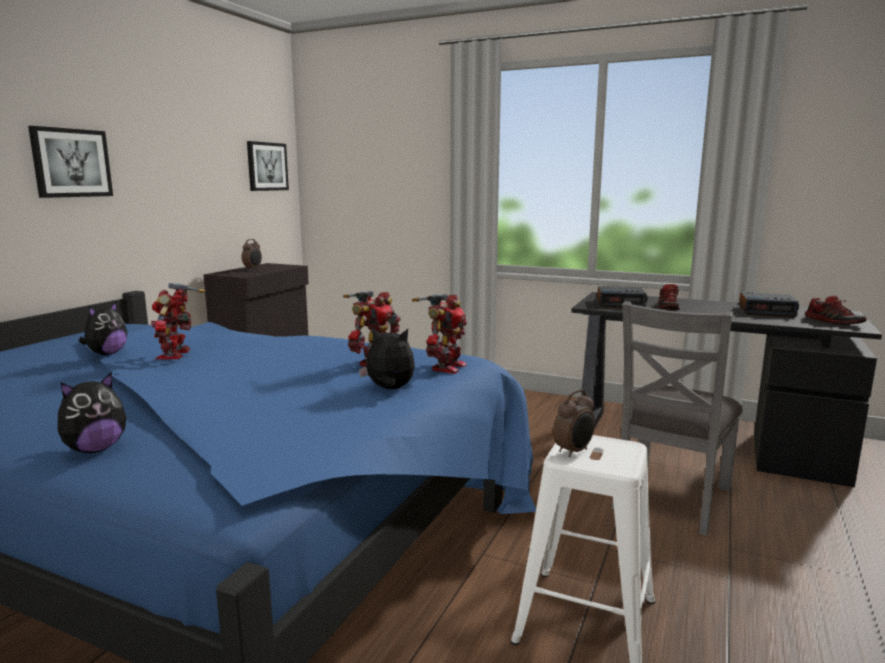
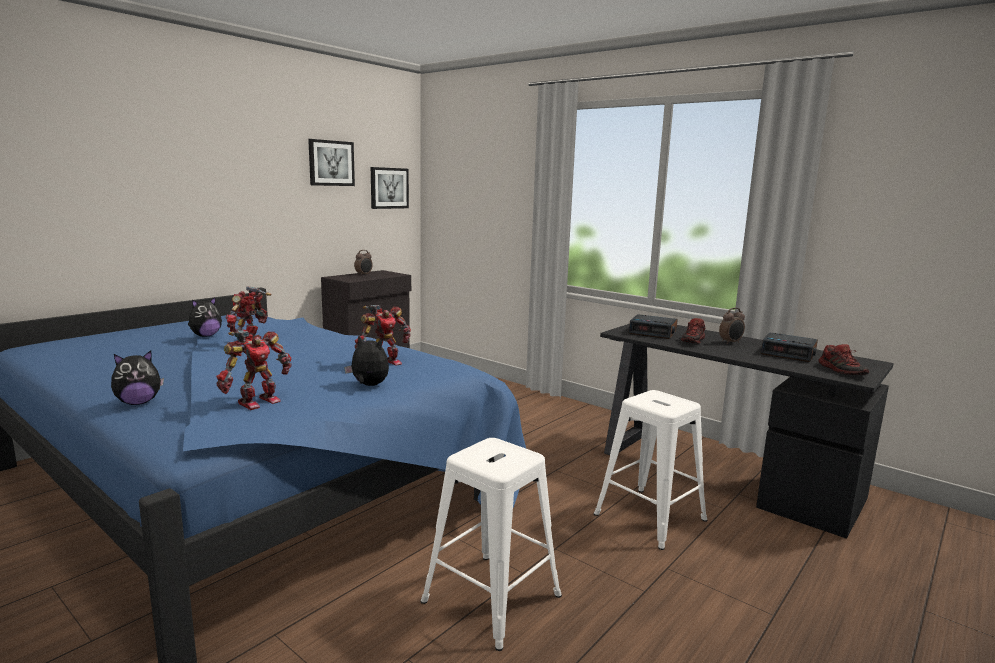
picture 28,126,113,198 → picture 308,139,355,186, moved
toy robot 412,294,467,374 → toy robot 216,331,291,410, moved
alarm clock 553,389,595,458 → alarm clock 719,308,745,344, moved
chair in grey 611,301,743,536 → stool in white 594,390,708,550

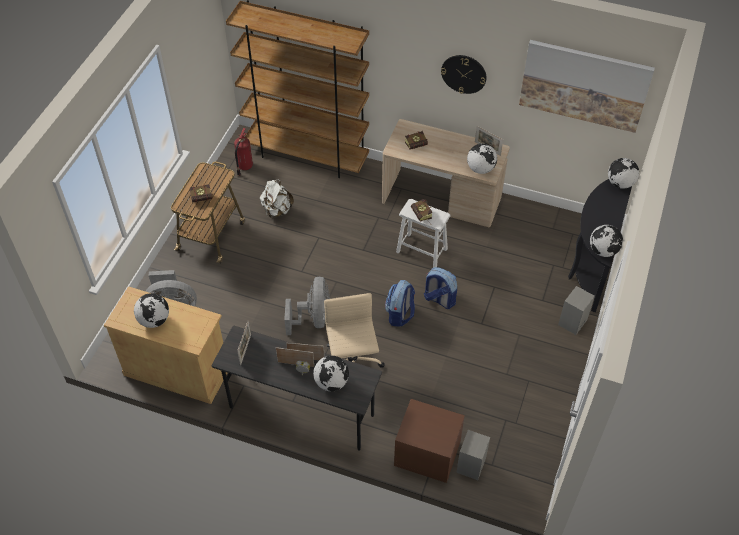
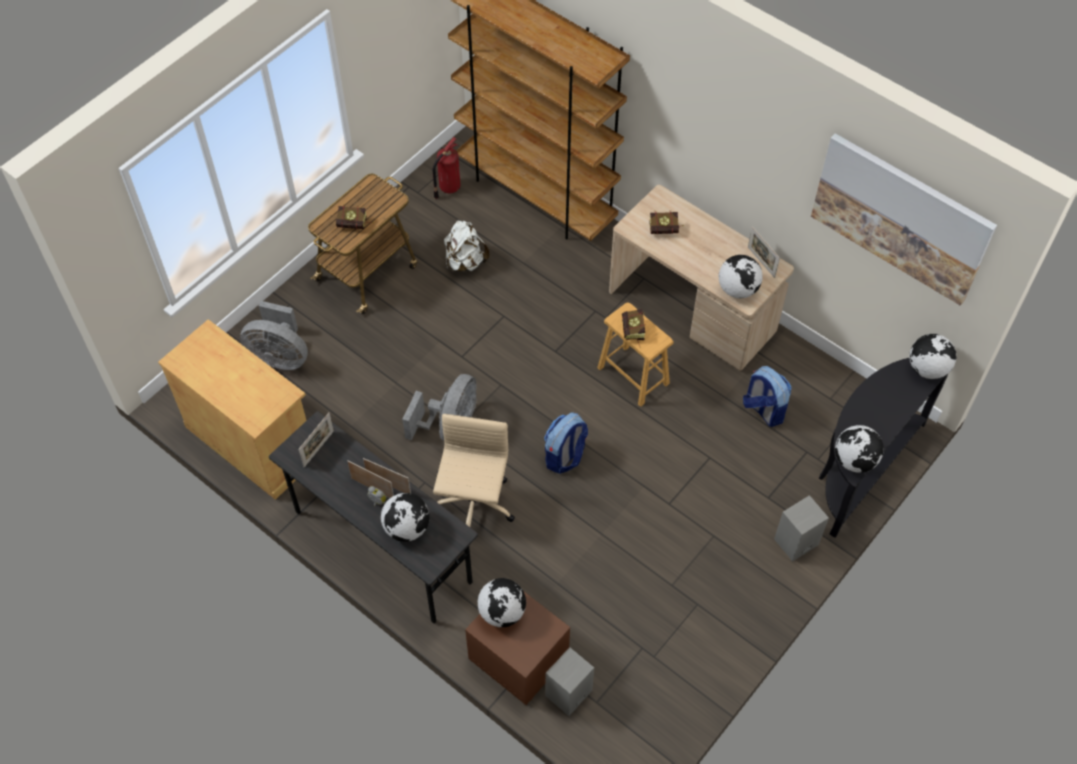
wall clock 441,55,487,94 → -
globe 134,293,169,328 → globe 478,578,526,627, moved
backpack 424,267,457,309 → backpack 743,366,792,427, moved
stool in white 396,199,451,268 → stool in brown 597,303,674,407

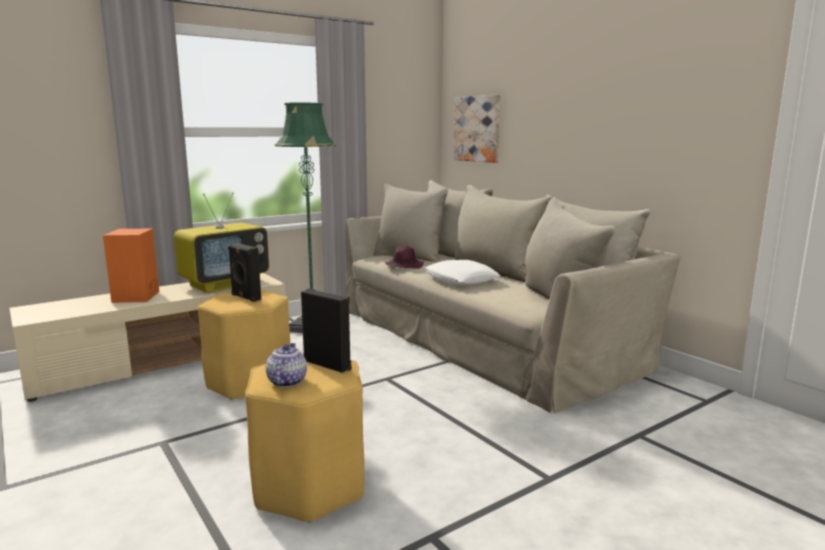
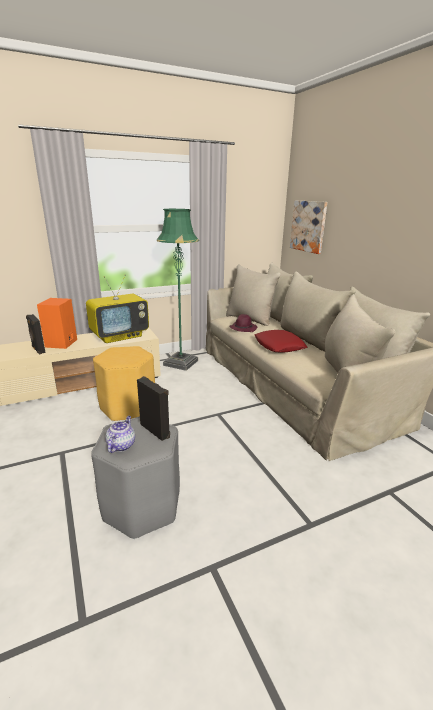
speaker in black 228,243,261,302 → speaker in black 26,314,46,354, moved
stool in yellow 245,354,365,523 → stool in grey 91,416,180,539
pillow in white 424,260,500,285 → pillow in red 254,330,308,353

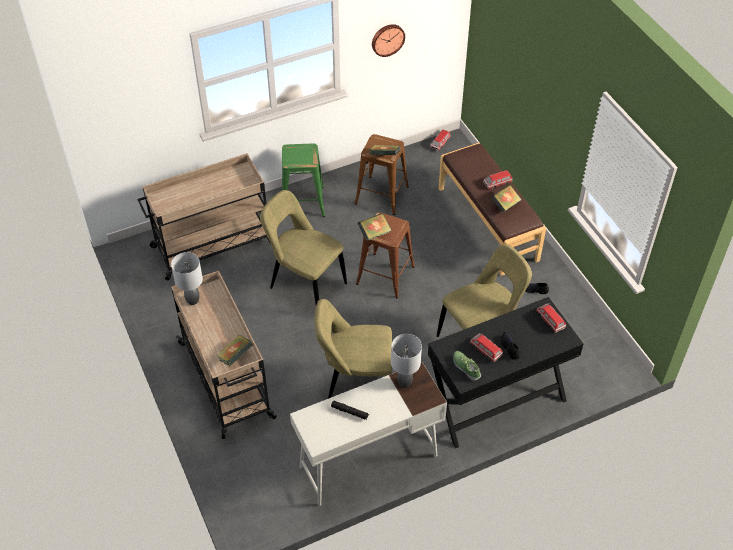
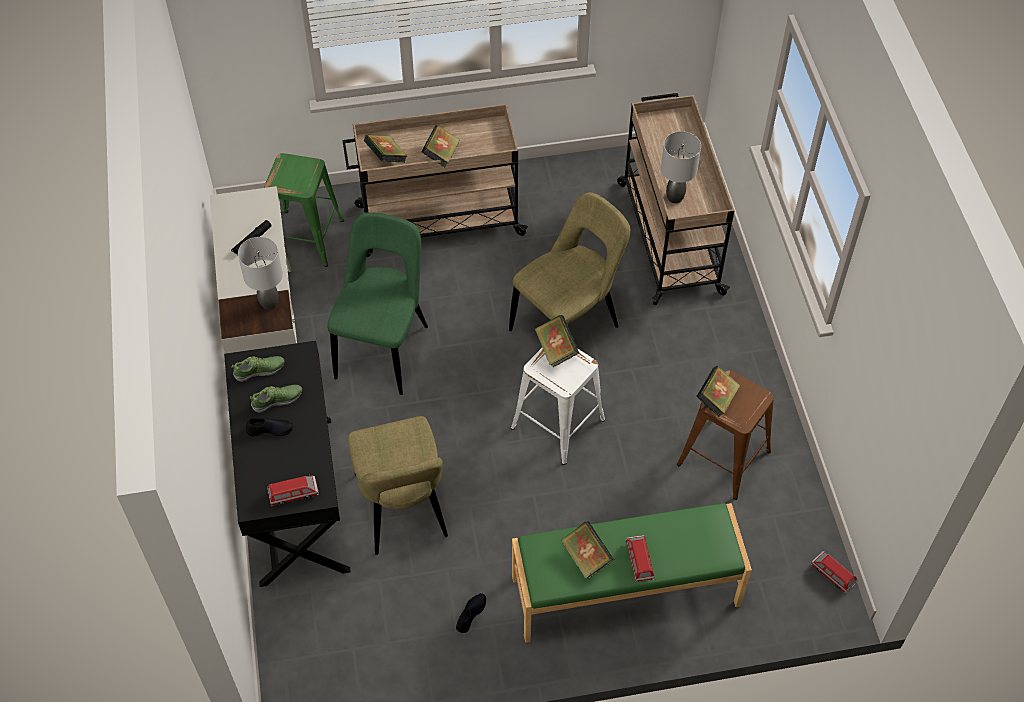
wall clock 372,24,405,57 → -
- → book 421,125,460,167
table lamp in grey 171,252,203,305 → table lamp in grey 661,131,701,203, moved
stool in green 282,143,325,217 → stool in green 264,153,344,267, moved
toy car 469,333,503,362 → shoe 250,385,302,413
chair in beige 315,299,392,399 → chair in green 327,212,428,395
stool in brown 356,212,415,298 → stool in white 511,348,605,465
bench in brown 438,143,546,276 → bench in green 512,503,752,643

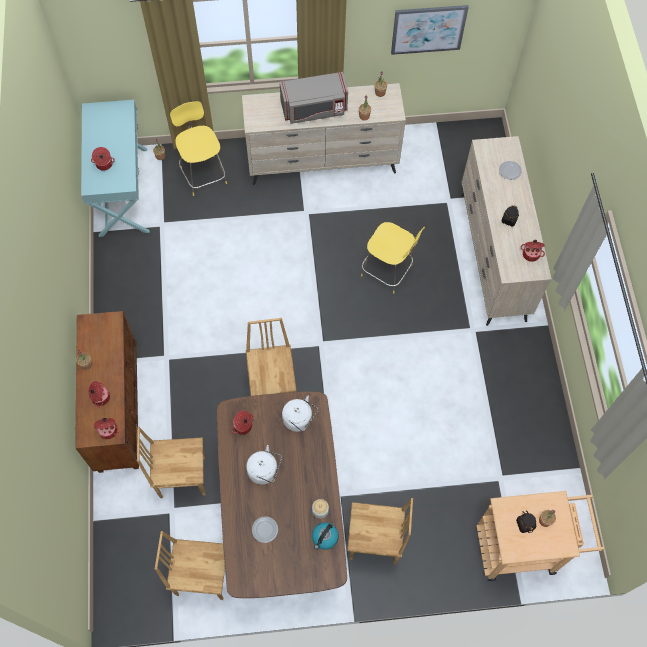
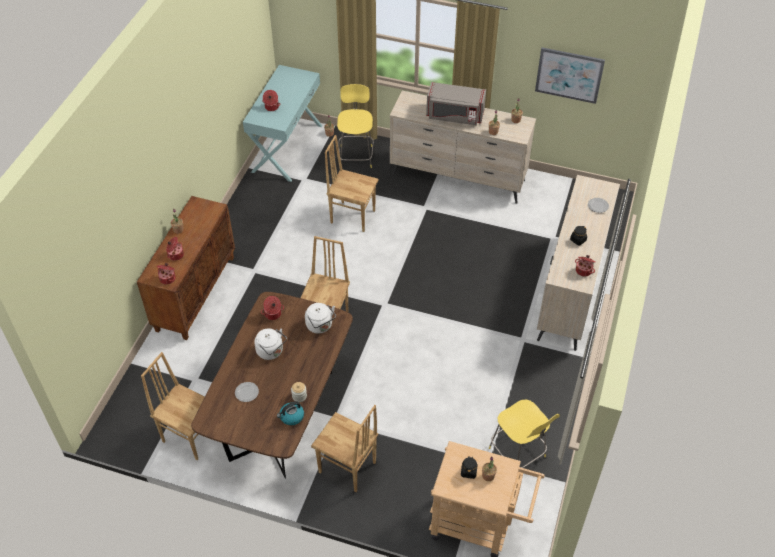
chair in brown 137,427,205,498 → chair in brown 325,135,378,232, moved
stool in yellow 361,222,425,294 → stool in yellow 489,399,560,468, moved

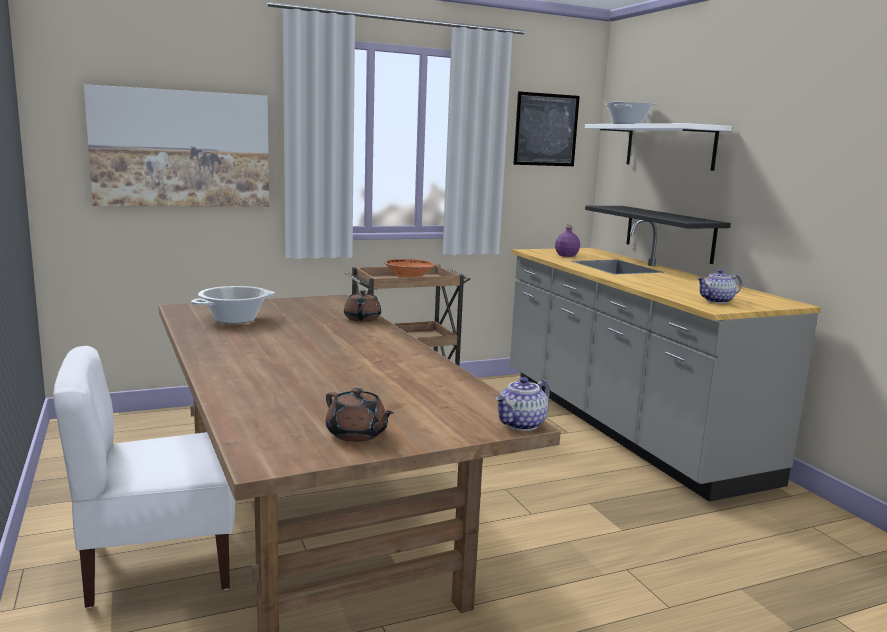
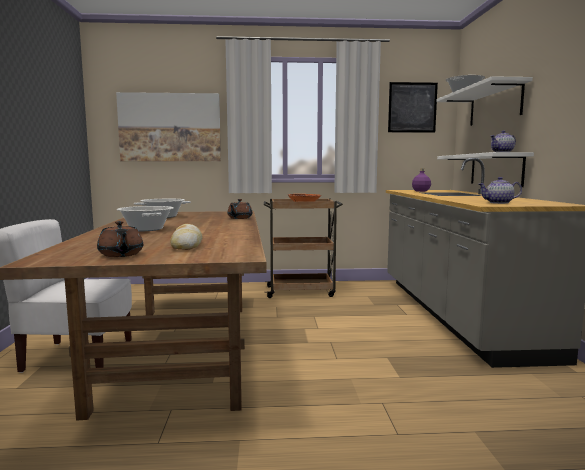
- → cooking pot 116,206,174,231
- → bread 170,224,203,250
teapot 495,377,550,431 → teapot 491,131,516,152, moved
shelf in black 585,206,731,264 → shelf in white 437,152,534,187

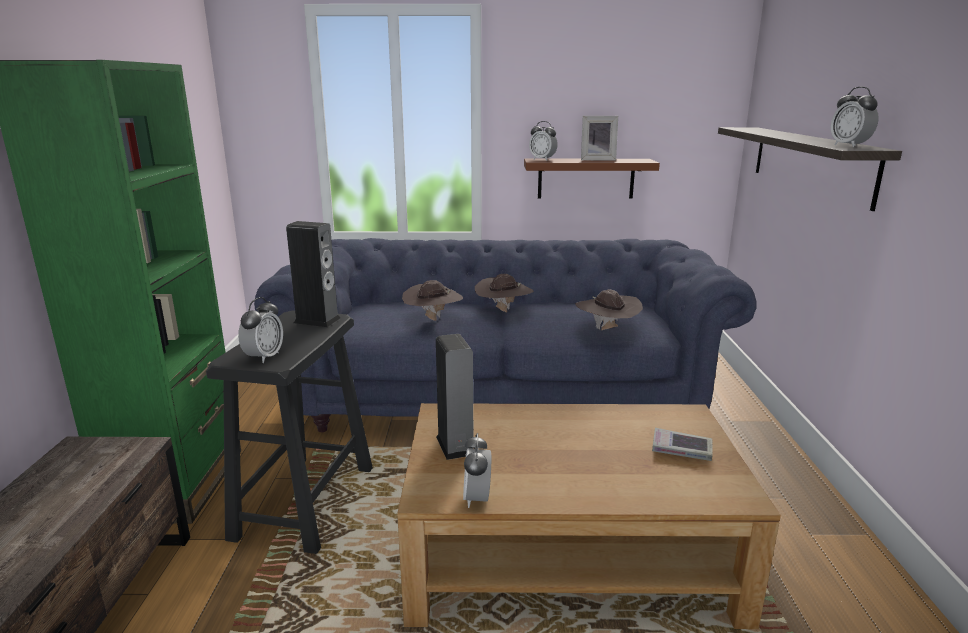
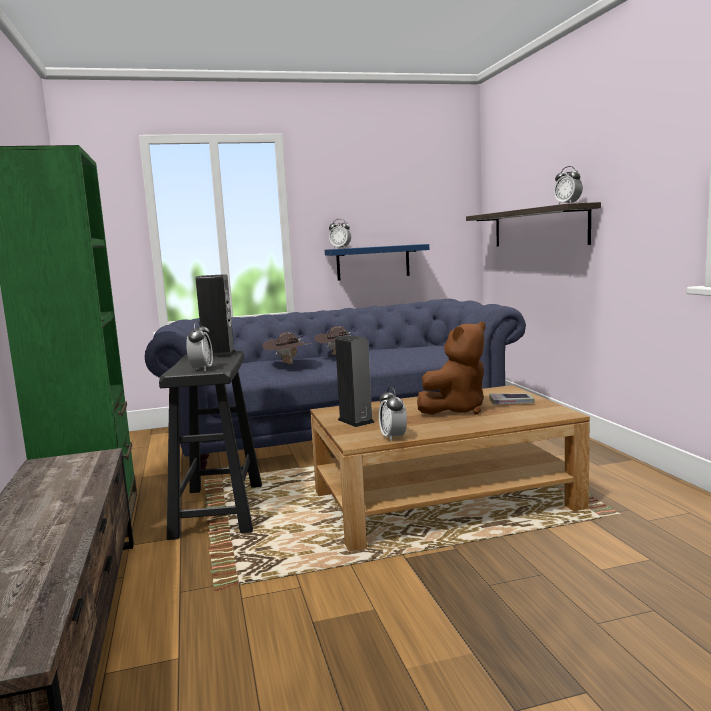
hat in brown 575,289,643,330 → -
picture frame 581,116,618,161 → -
- → plush toy in brown 417,322,486,415
shelf in brown 524,159,660,199 → shelf in blue 325,244,429,281

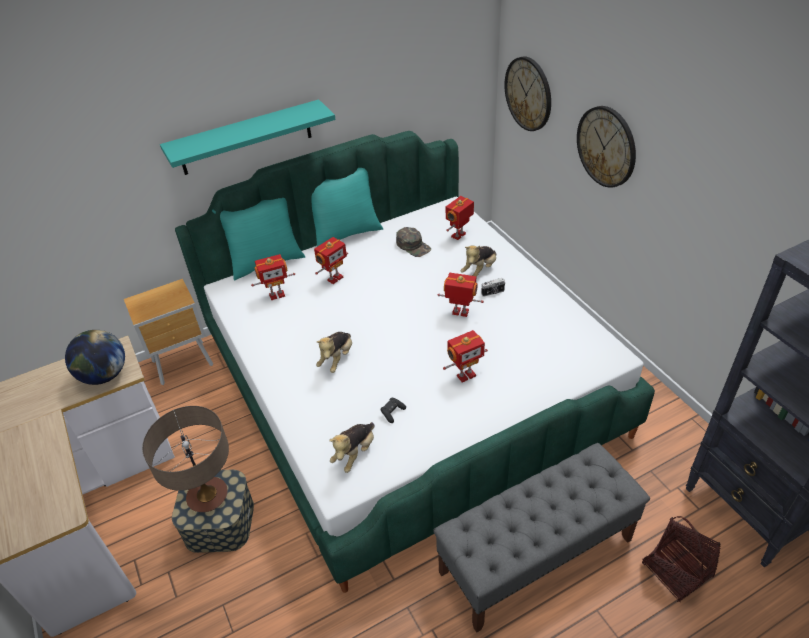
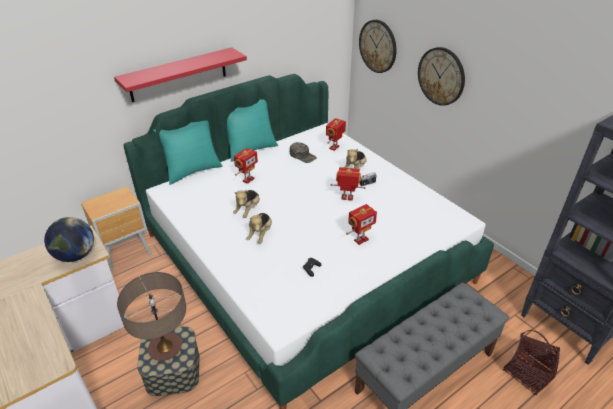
toy robot 251,254,295,300 → -
plush toy 330,422,374,473 → plush toy 233,190,260,218, moved
shelf in turquoise 160,99,336,175 → shelf in red 114,47,247,102

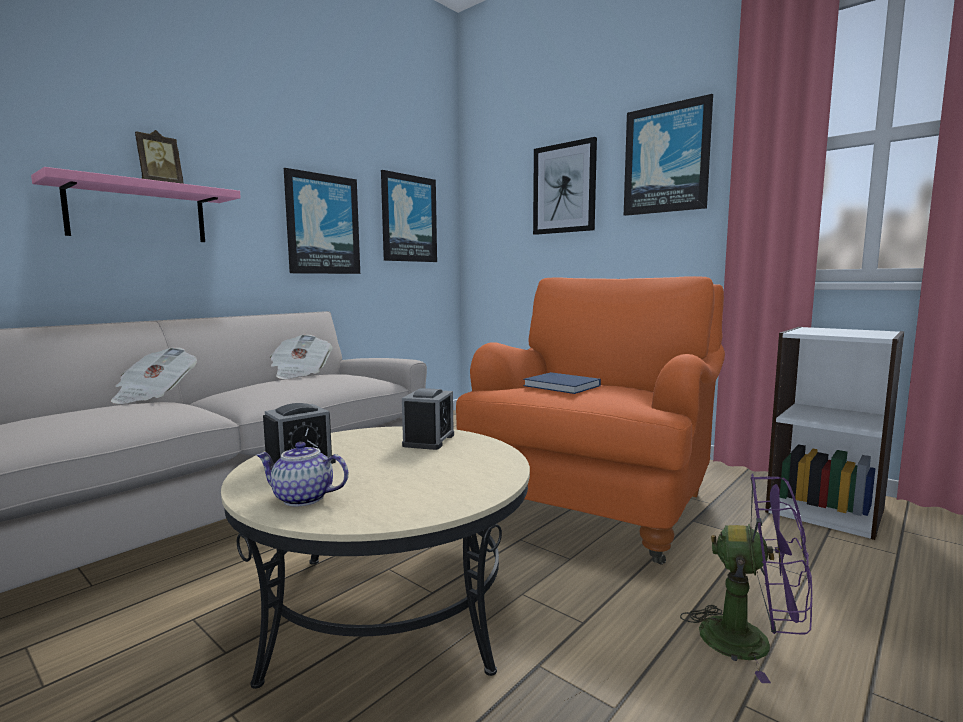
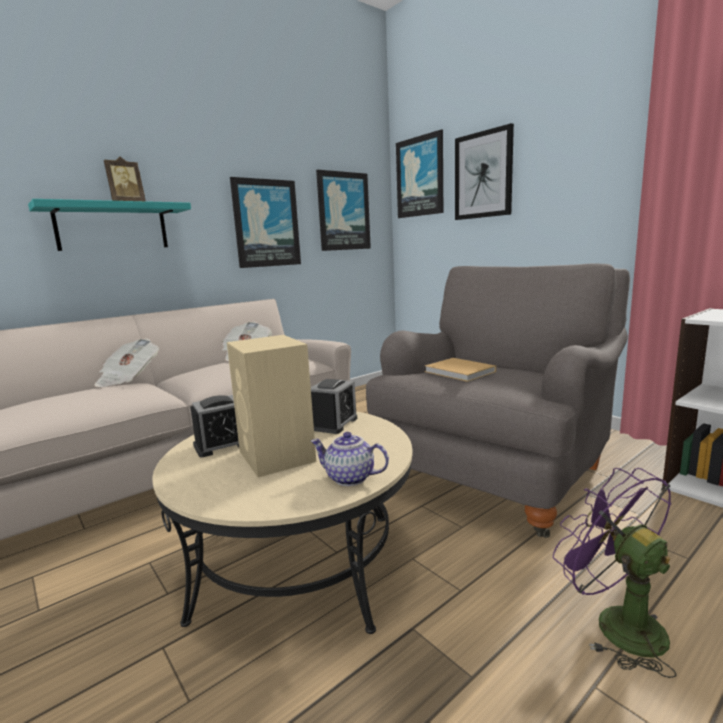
- → speaker in beige 227,335,316,477
teapot 257,442,348,507 → teapot 311,432,389,486, moved
picture 624,94,713,216 → picture 396,129,443,218, moved
shelf in pink 31,167,241,242 → shelf in turquoise 28,199,191,251
armchair in orange 456,276,725,565 → armchair in grey 366,264,630,538
book in blue 523,372,601,394 → book in beige 425,358,496,382
fan in purple 680,474,812,683 → fan in purple 553,468,677,678, 150 degrees counterclockwise

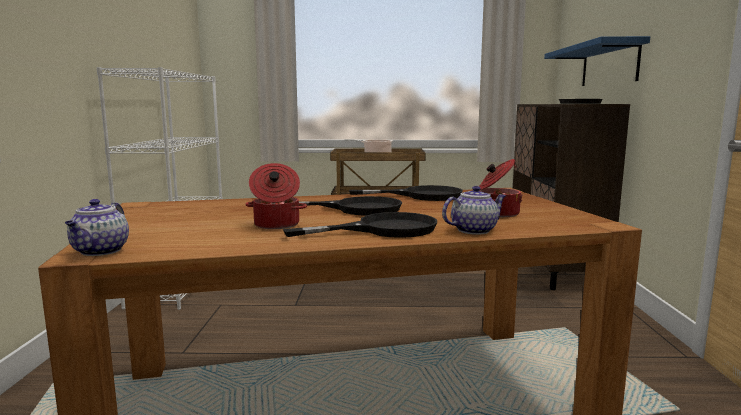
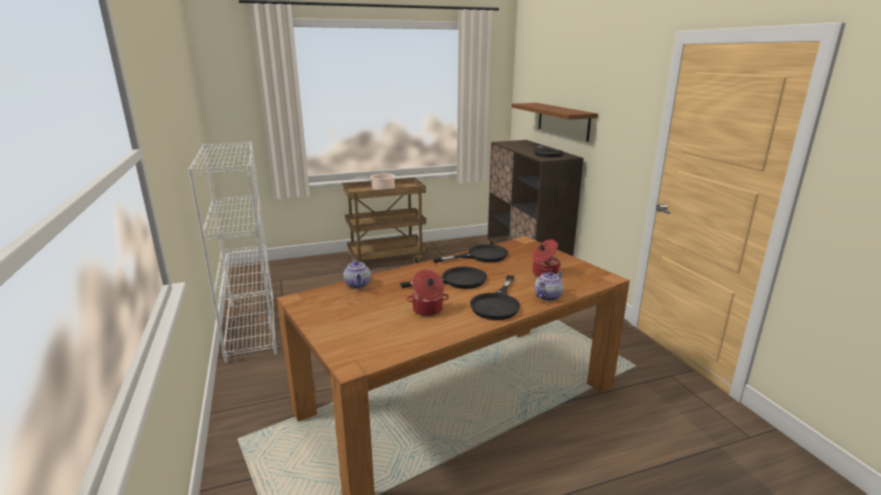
teapot 65,199,129,256 → teapot 343,259,371,289, moved
shelf in blue 544,36,650,86 → shelf in brown 511,103,598,142
frying pan in black 283,212,437,238 → frying pan in black 470,275,520,320, 150 degrees clockwise

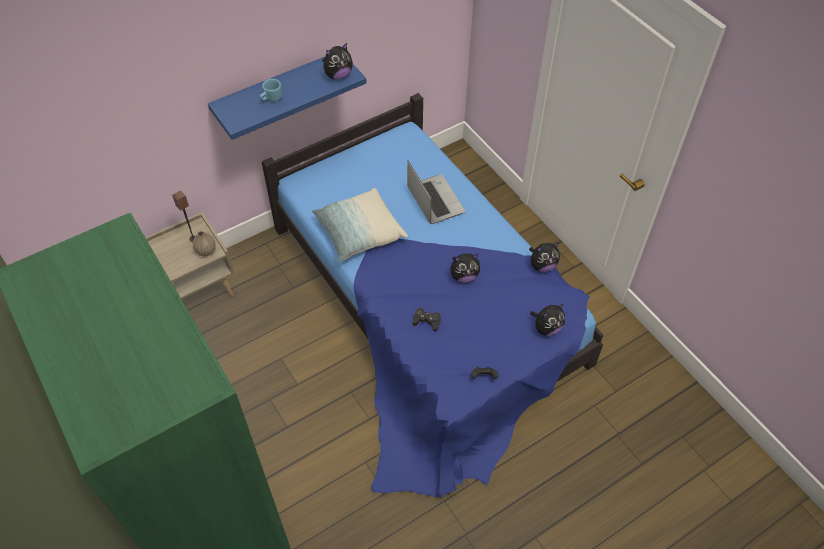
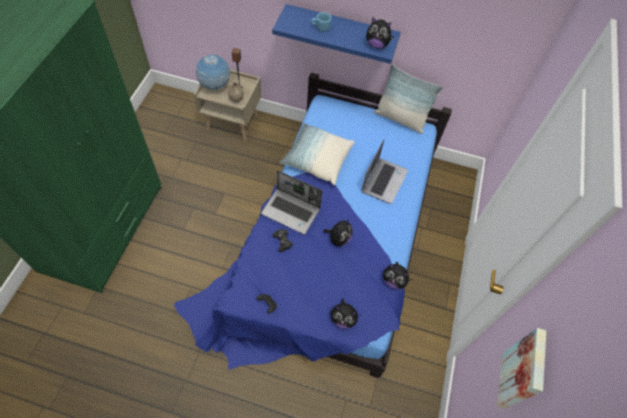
- → globe 196,55,230,90
- → laptop 261,170,323,234
- → pillow 374,64,443,134
- → picture 497,328,546,409
plush toy 451,253,480,283 → plush toy 323,218,353,246, 90 degrees counterclockwise

